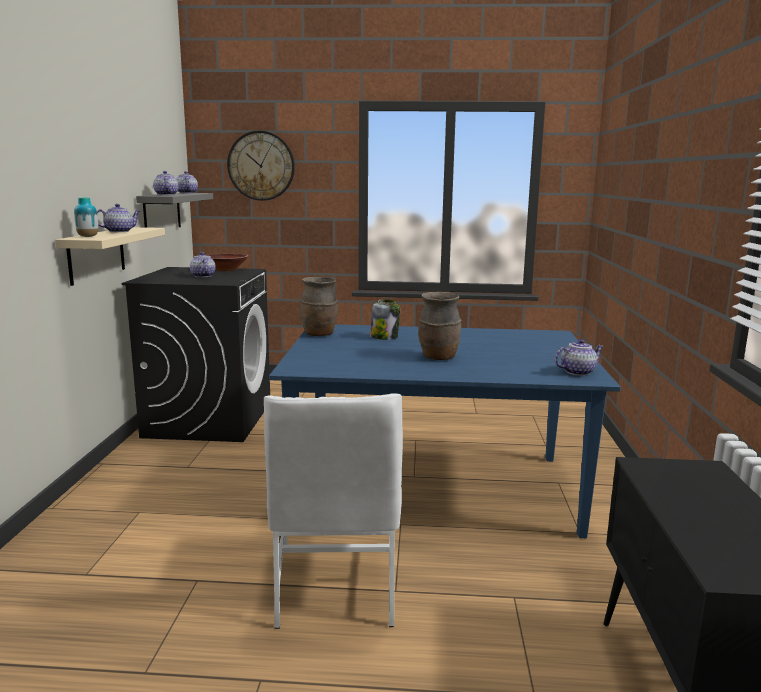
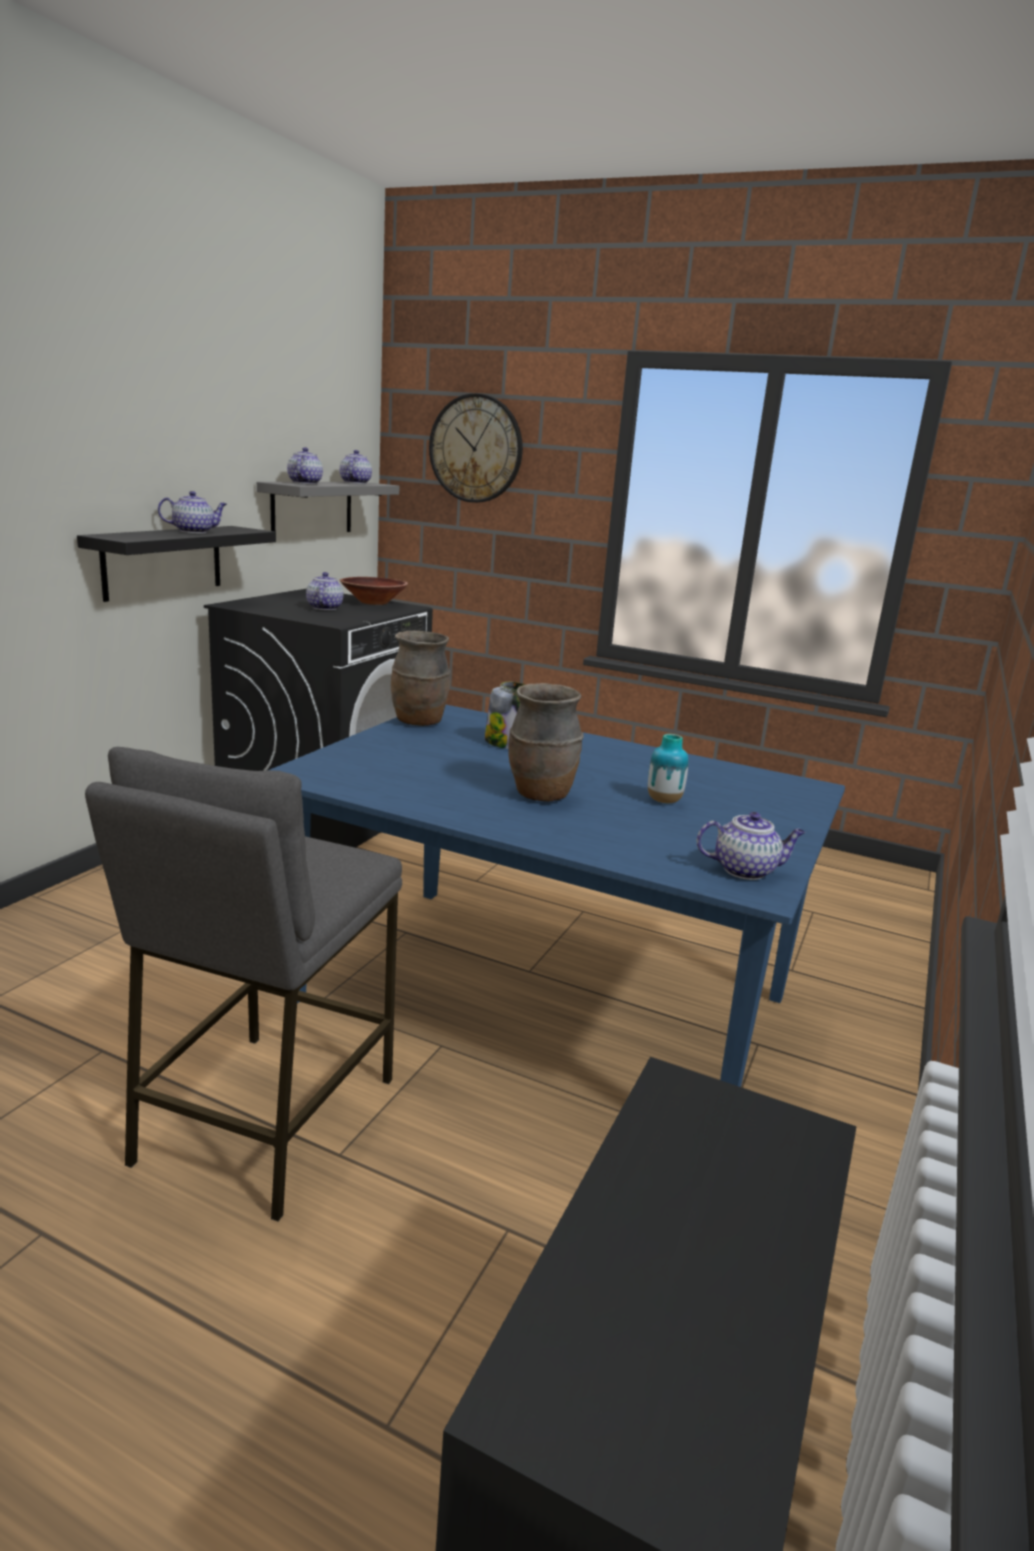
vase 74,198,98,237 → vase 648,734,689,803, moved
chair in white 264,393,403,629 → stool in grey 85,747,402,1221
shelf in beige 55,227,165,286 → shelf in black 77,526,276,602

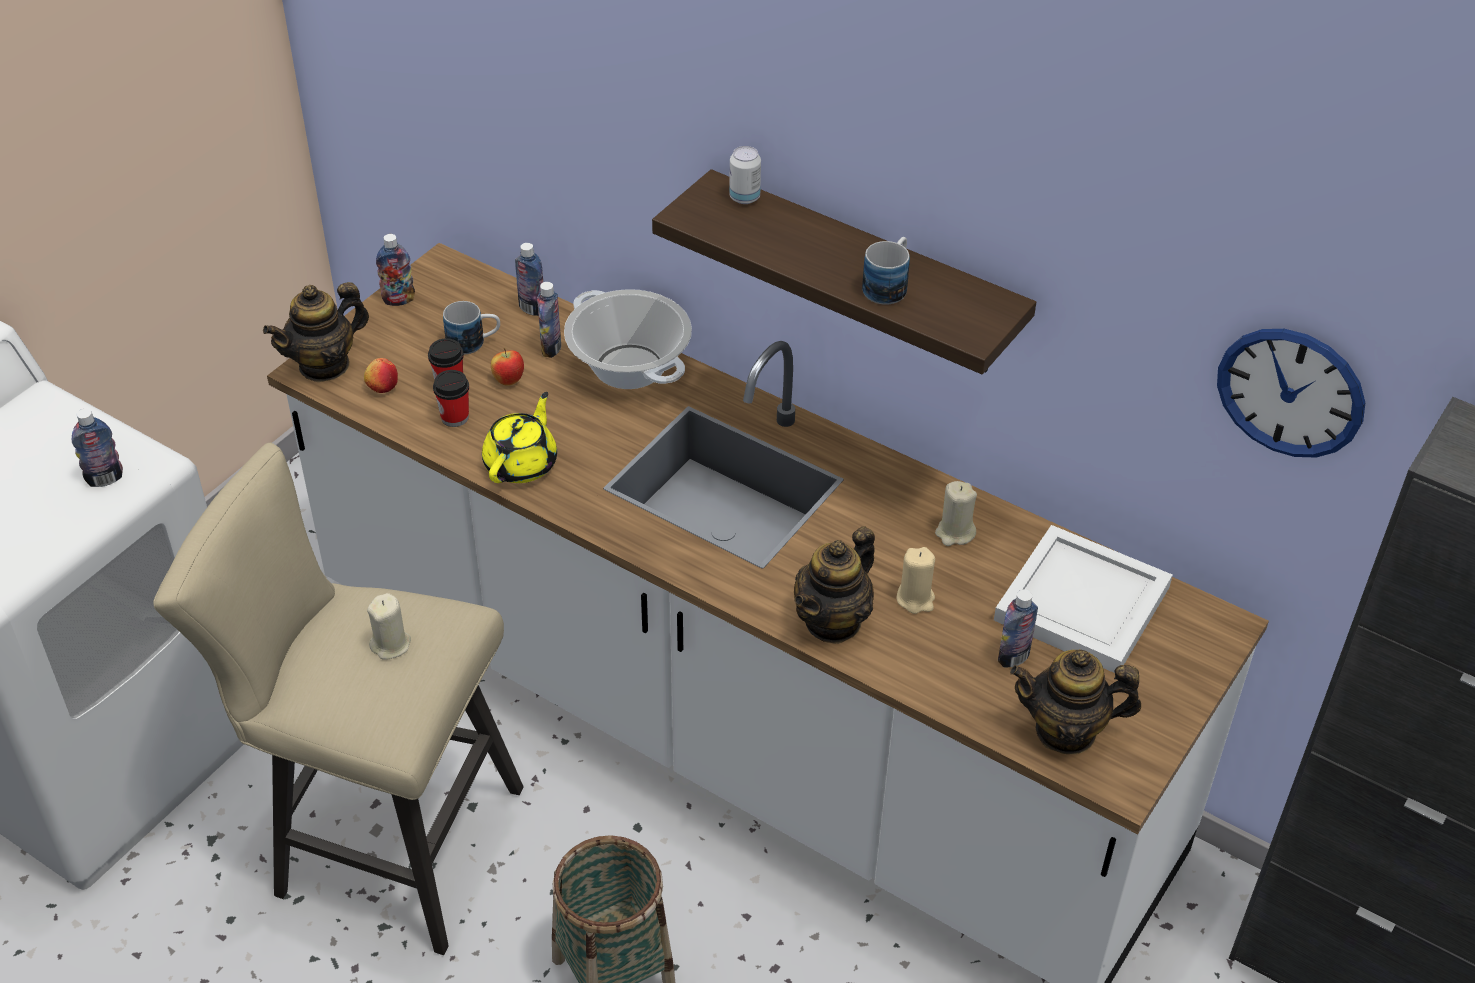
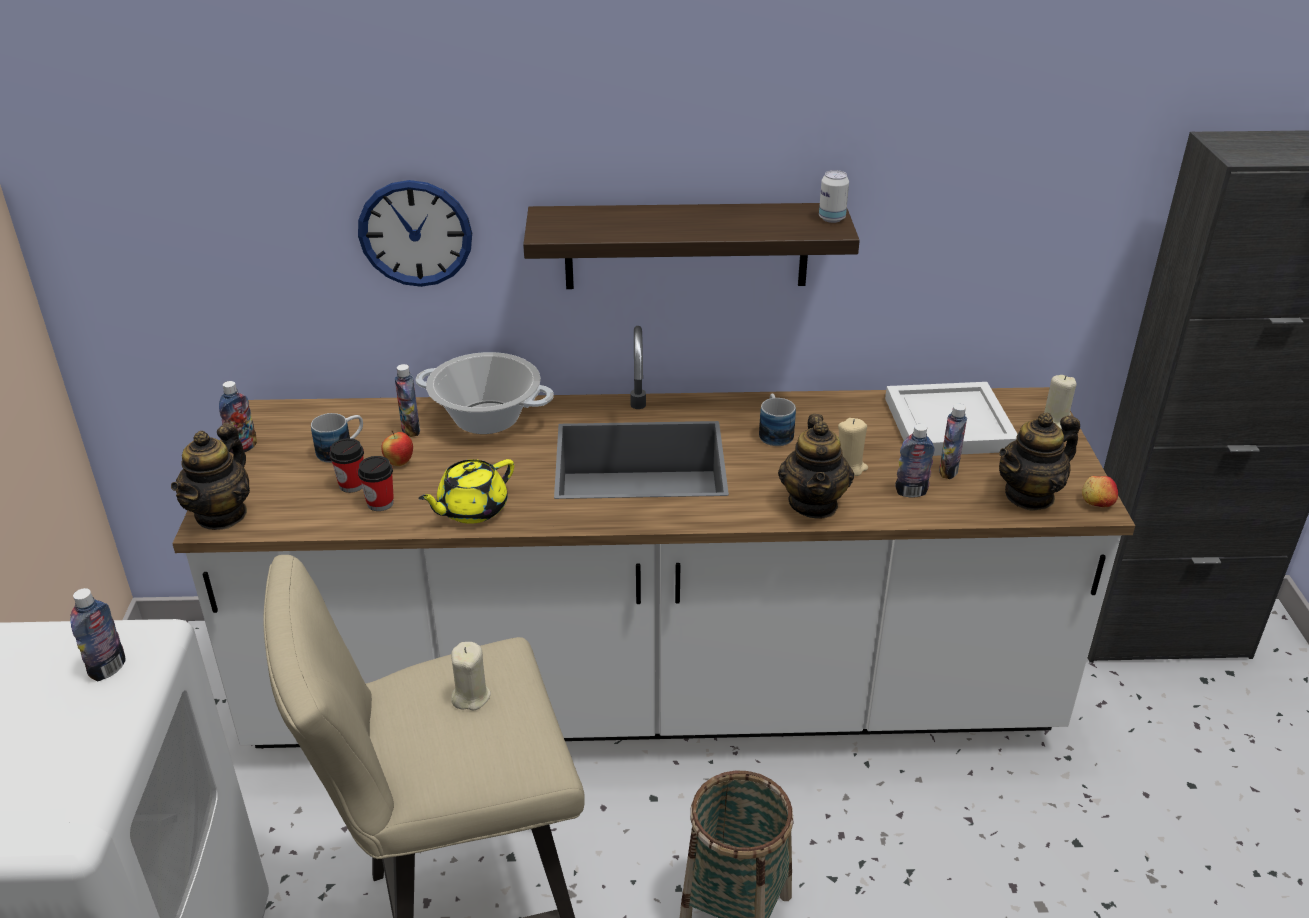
apple 364,358,398,393 → apple 1082,476,1118,507, moved
bottle 515,243,543,316 → bottle 895,424,935,498, moved
can 729,146,761,204 → can 819,170,849,223, moved
mug 862,237,910,305 → mug 759,394,796,446, moved
candle in beige 935,481,977,546 → candle in beige 1044,375,1076,430, moved
wall clock 1217,329,1365,458 → wall clock 358,180,472,287, moved
teapot in yellow 482,392,557,483 → teapot in yellow 418,459,514,524, 120 degrees counterclockwise

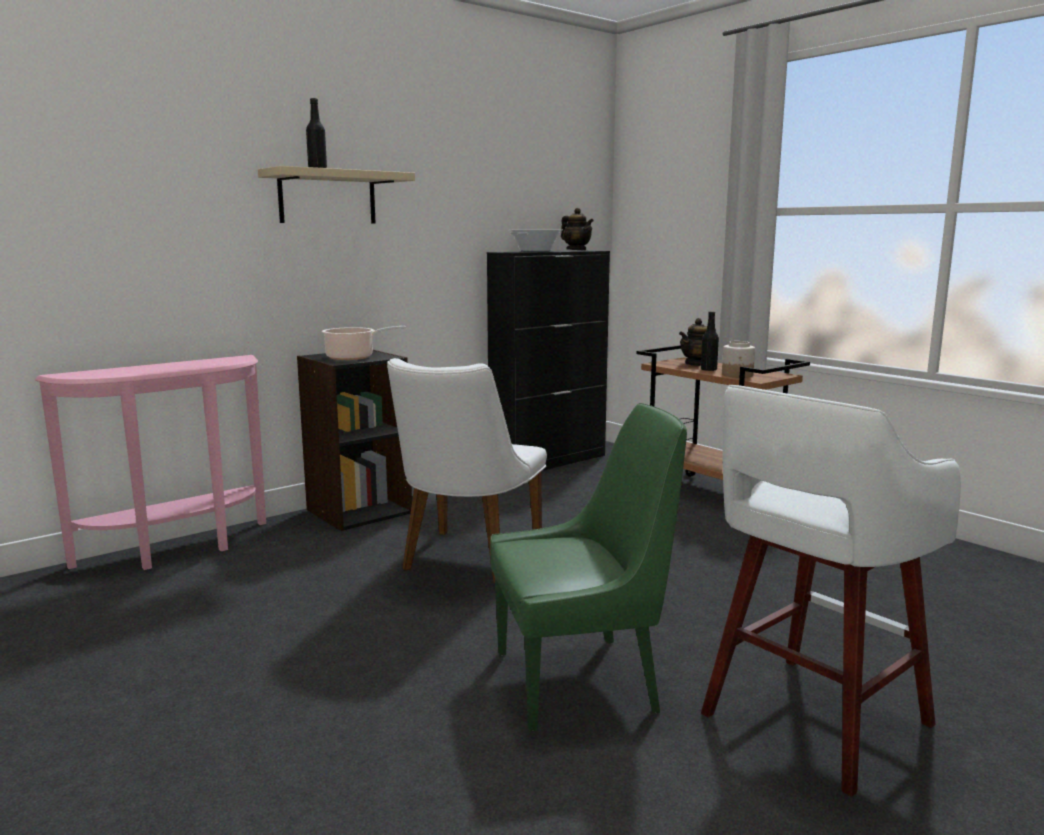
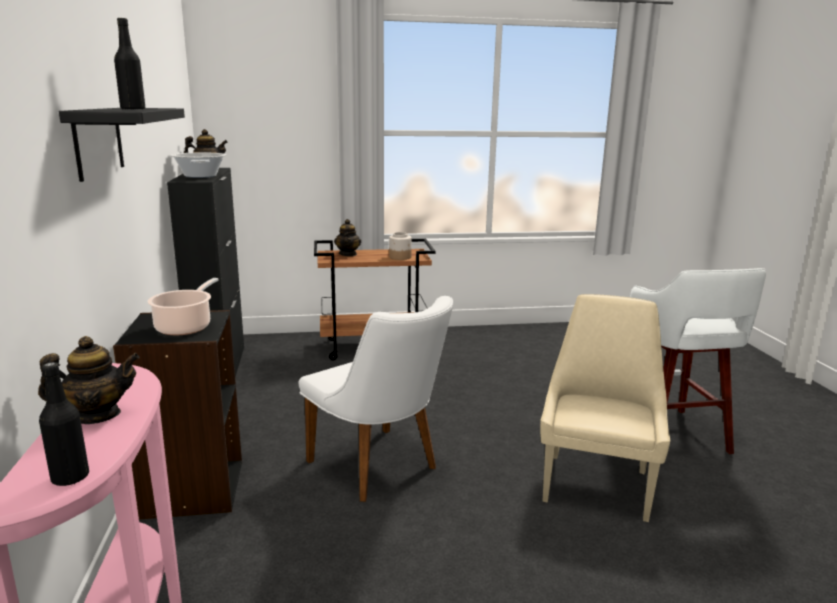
- → teapot 38,336,140,424
bottle in black 701,311,719,371 → bottle in black 39,362,89,486, moved
shelf in beige 258,166,415,223 → shelf in black 59,108,185,182
chair in green 490,403,687,731 → chair in beige 540,294,670,522

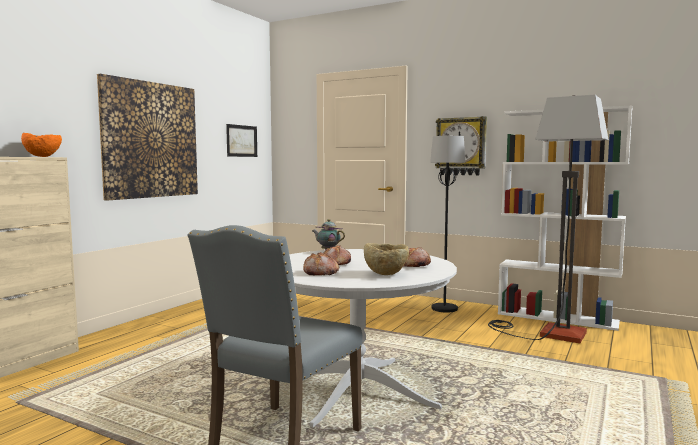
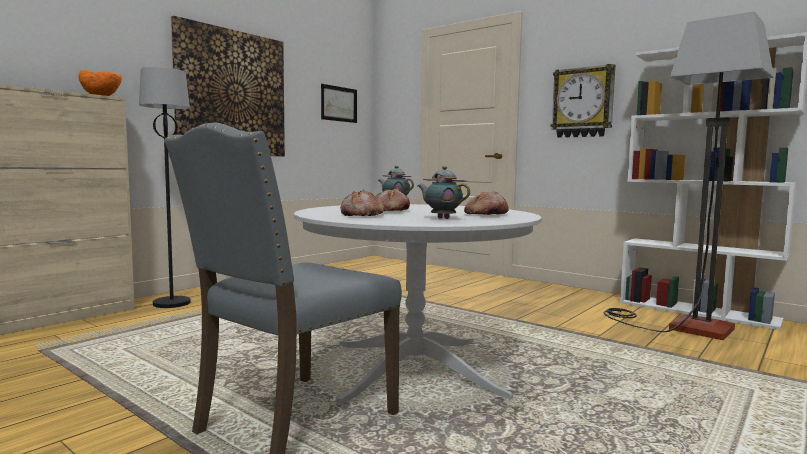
floor lamp in black 430,136,465,312 → floor lamp in black 139,67,191,308, moved
bowl in beige 364,243,409,275 → teapot 417,166,470,219

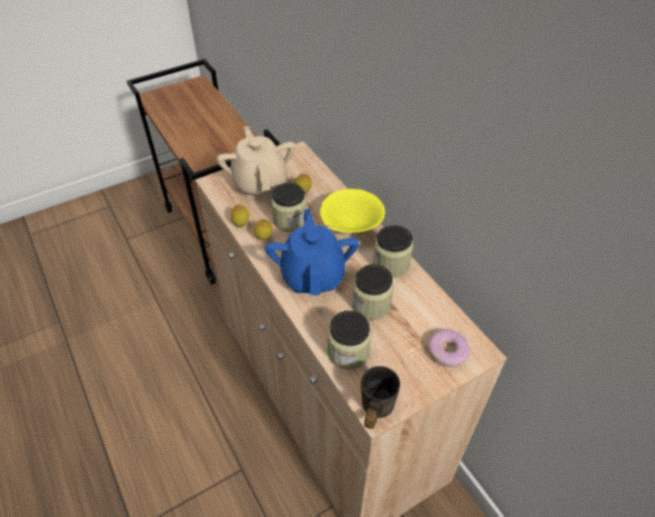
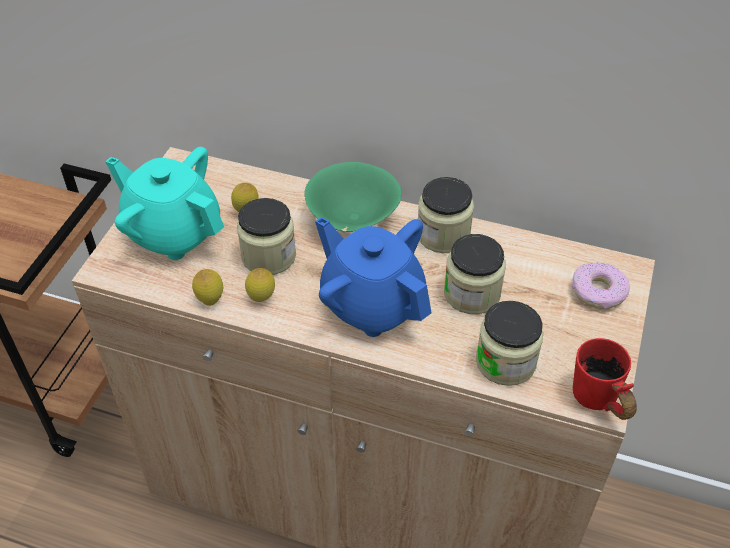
teapot in beige 217,126,295,197 → teapot in turquoise 105,147,224,260
bowl in yellow 320,189,385,233 → bowl in green 305,162,402,232
mug in grey 361,366,400,429 → mug in red 573,338,637,420

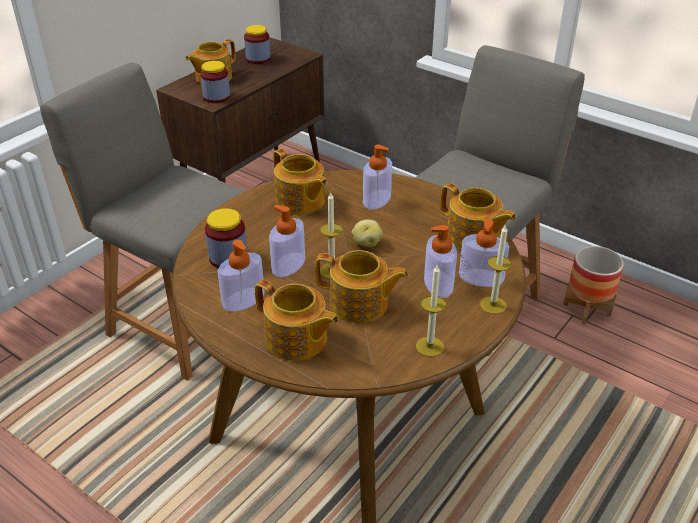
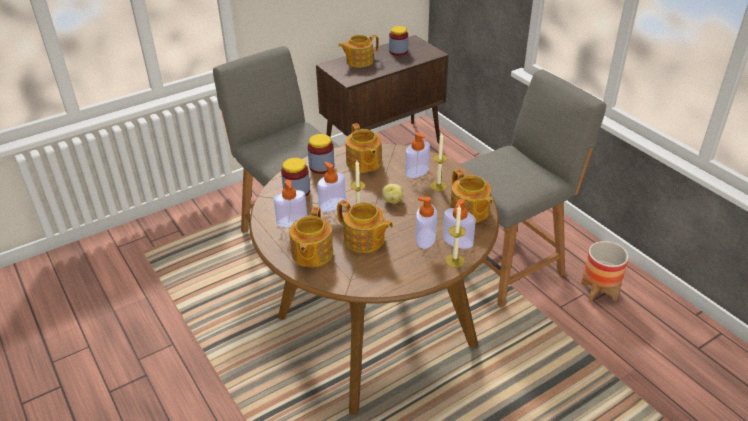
jar 200,61,230,103 → jar 308,134,334,174, moved
candle 416,265,446,357 → candle 430,132,448,191, moved
teapot 255,280,339,361 → teapot 289,207,333,267, 45 degrees clockwise

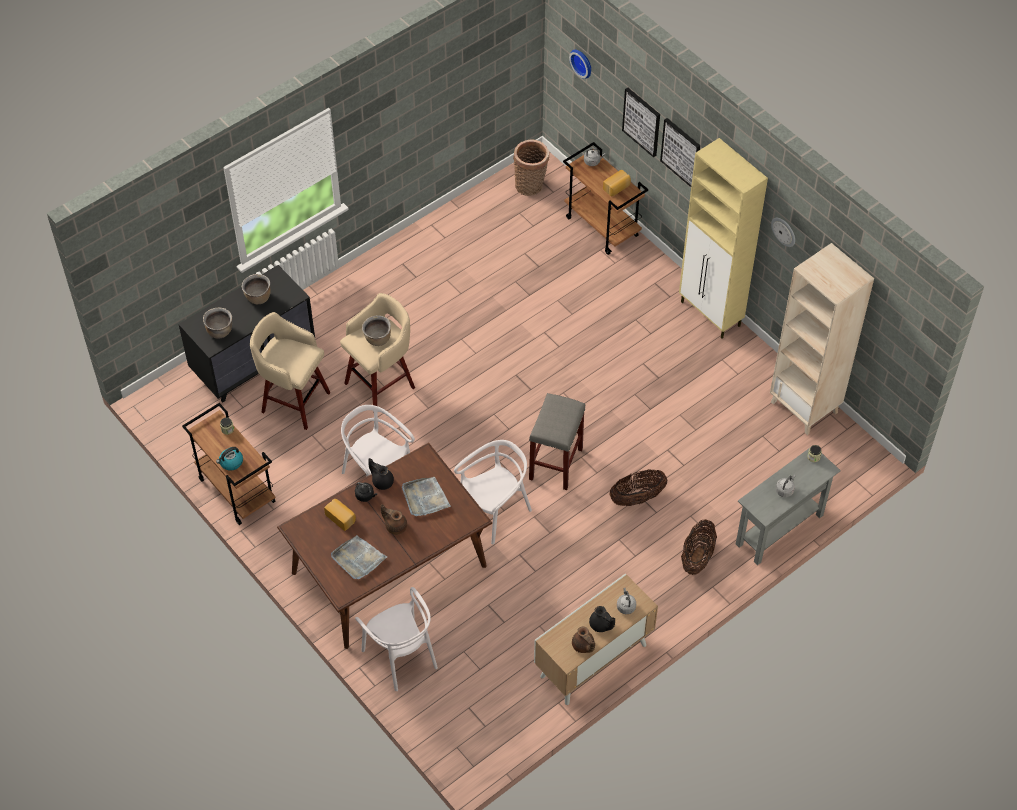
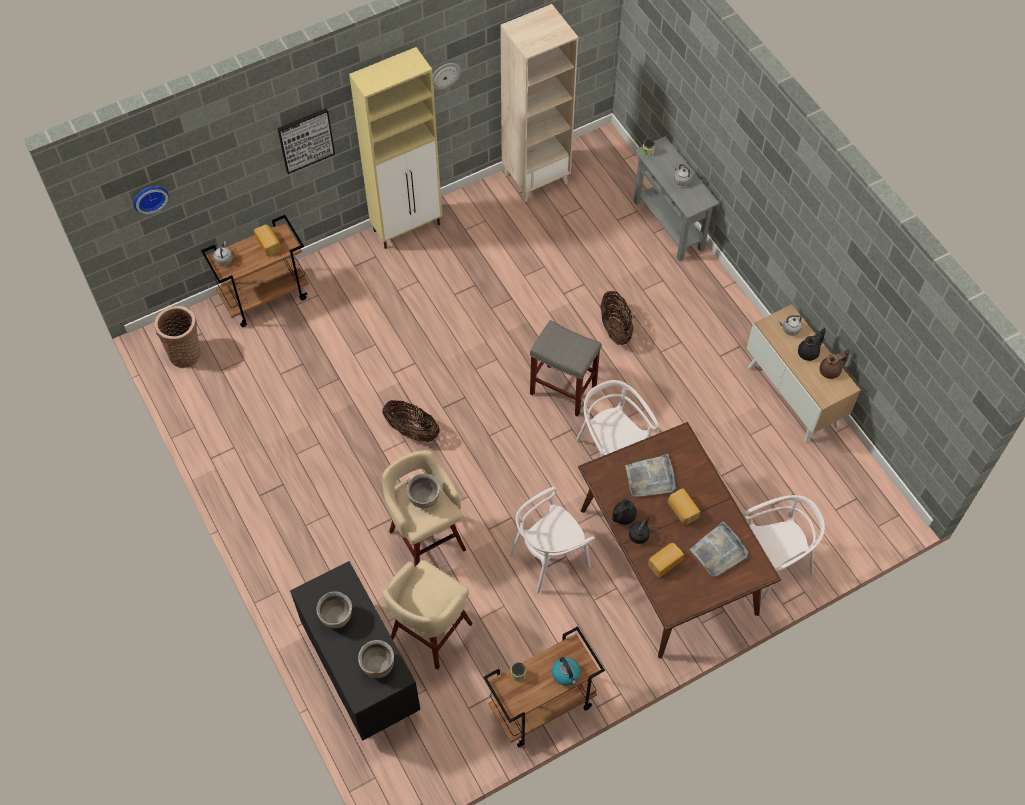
picture 622,88,660,157 → -
basket 681,519,717,575 → basket 382,400,440,442, moved
teapot in brown 381,504,407,535 → bread 668,488,700,525

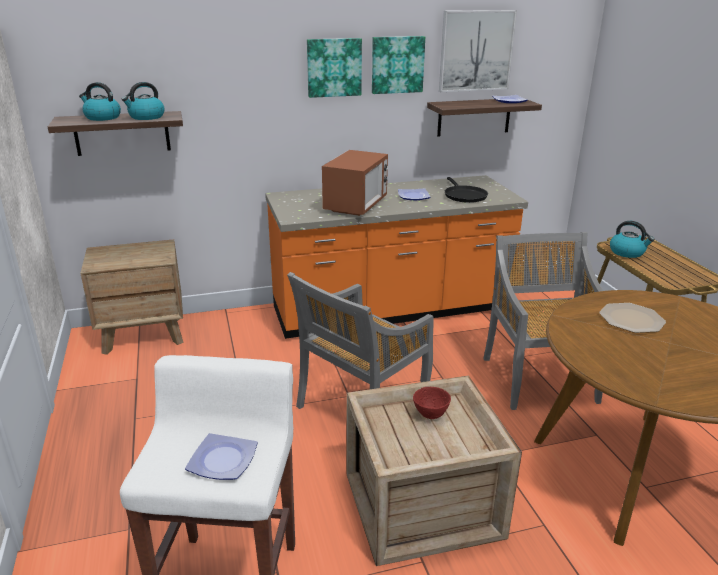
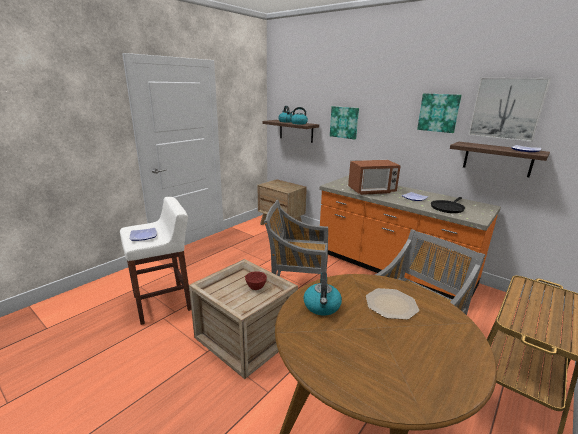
picture 307,38,362,98 → picture 330,106,359,139, moved
kettle 610,221,654,258 → kettle 303,272,342,316, moved

